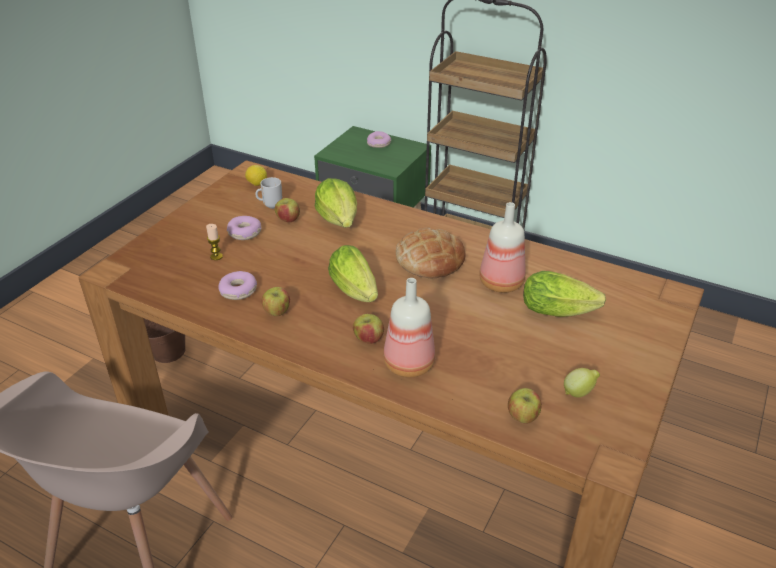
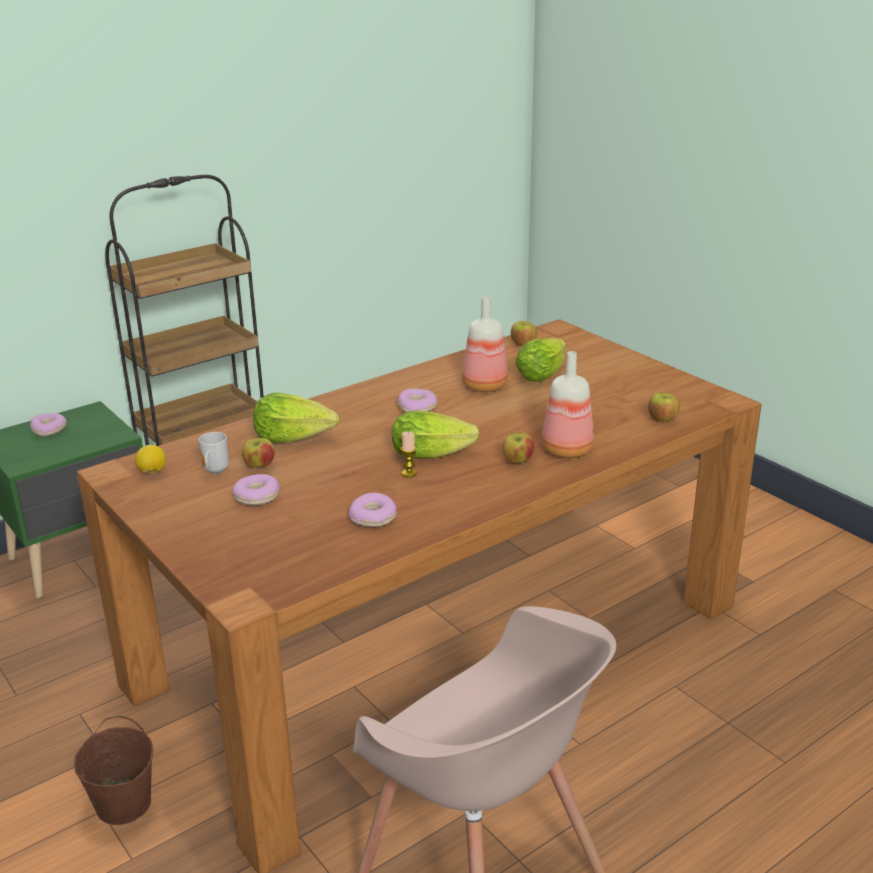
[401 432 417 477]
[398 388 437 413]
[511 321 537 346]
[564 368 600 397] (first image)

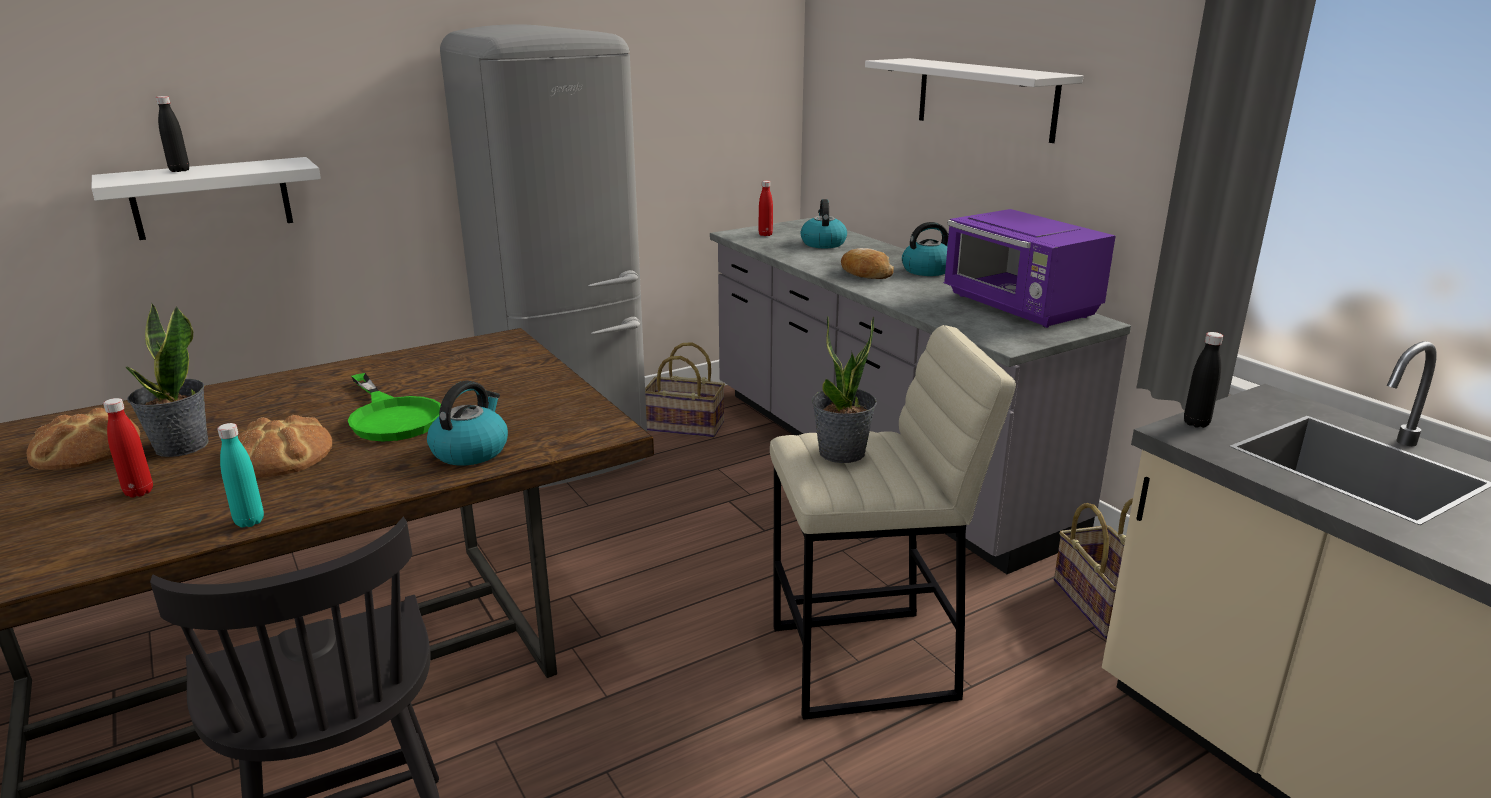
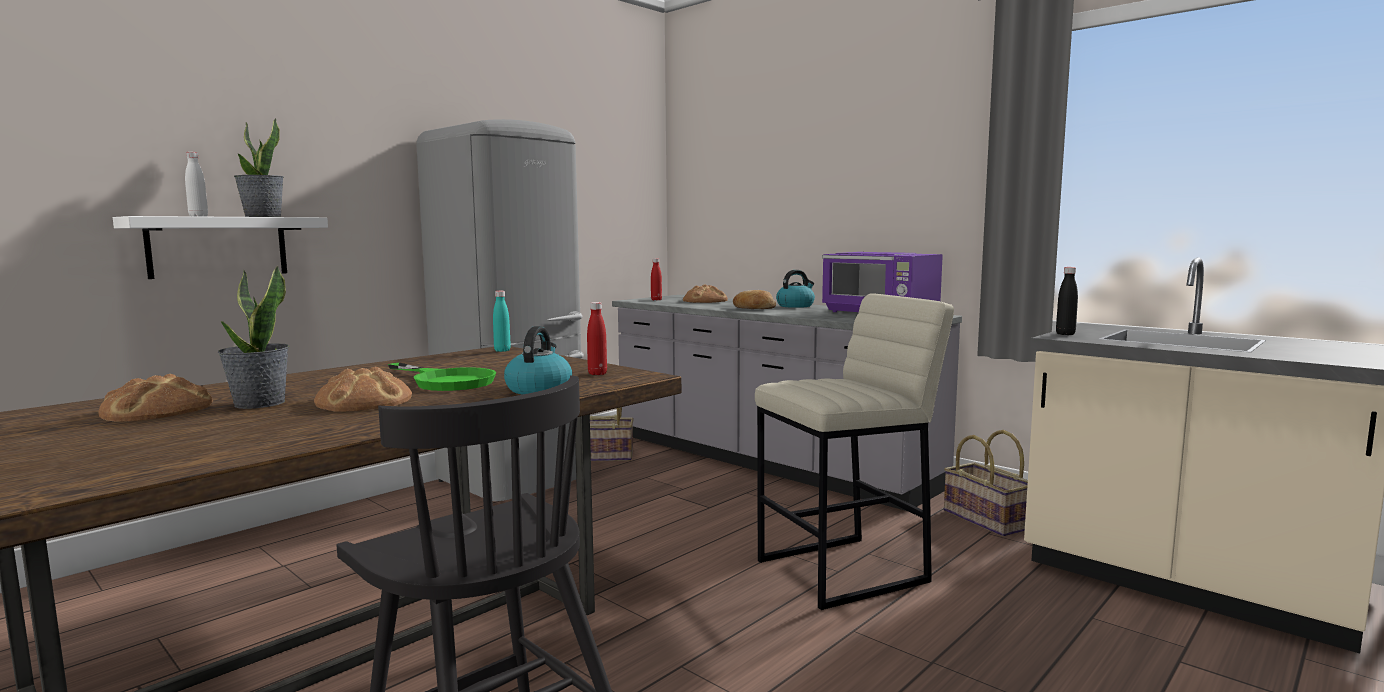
[865 58 1083 143] (first image)
[185 152 208 217]
[683 285 728 303]
[234 118 284 217]
[587 302 607 375]
[493 291 511 352]

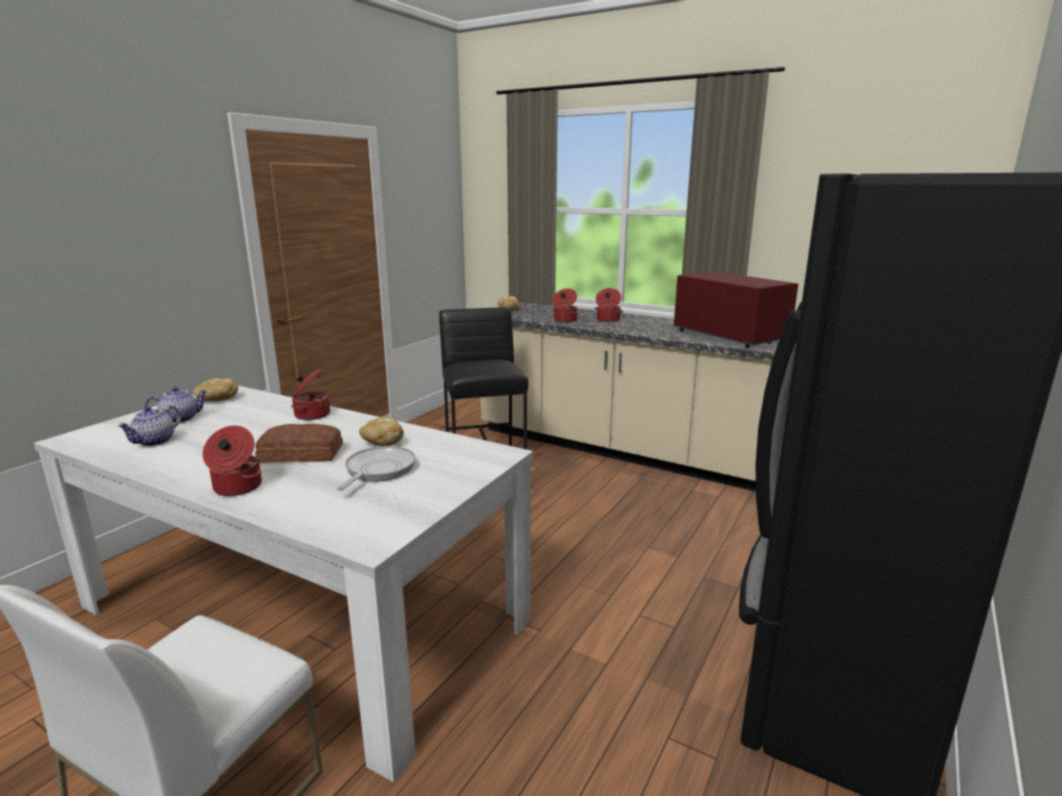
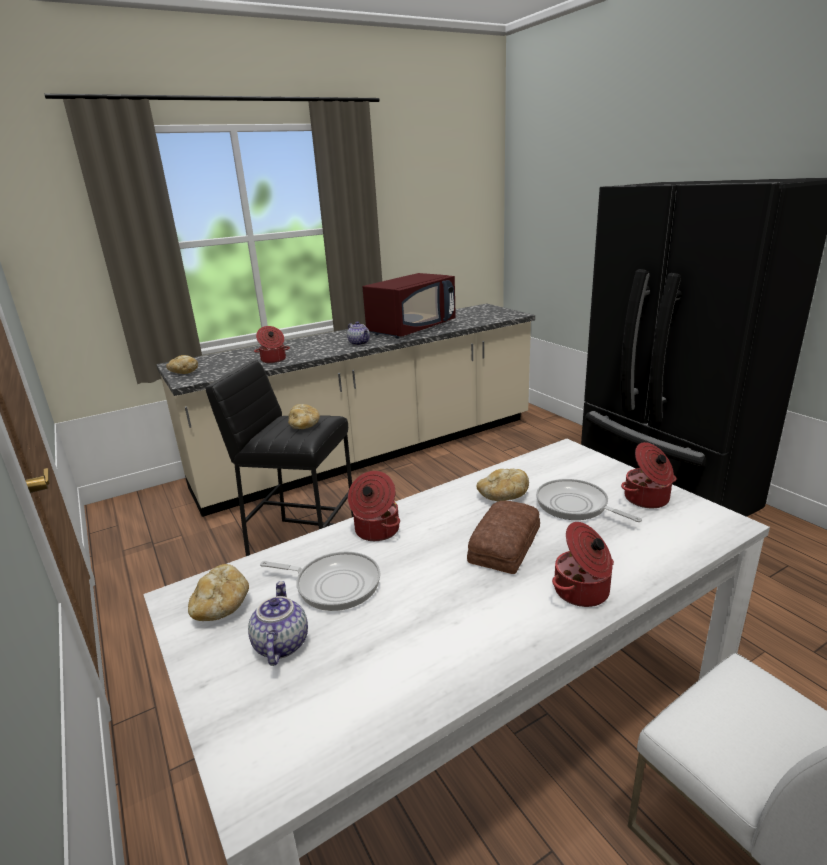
[363 273 456 339]
[621 442 677 508]
[347 322 370 346]
[288 404 320 429]
[260 551 380 611]

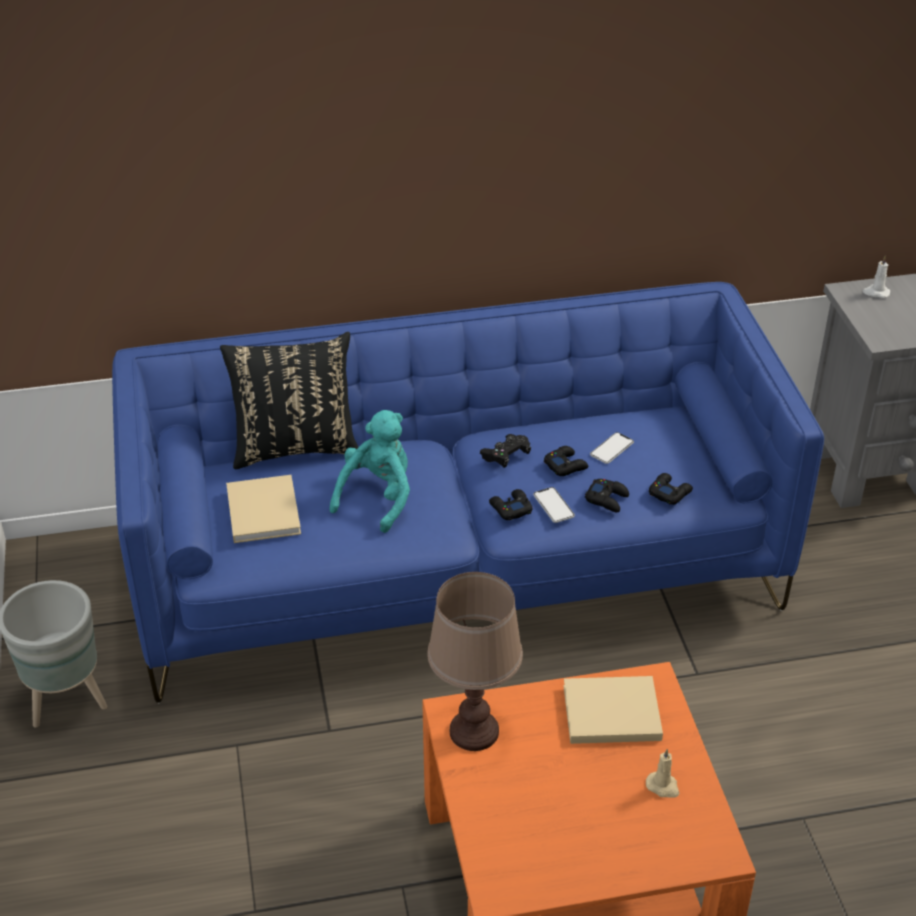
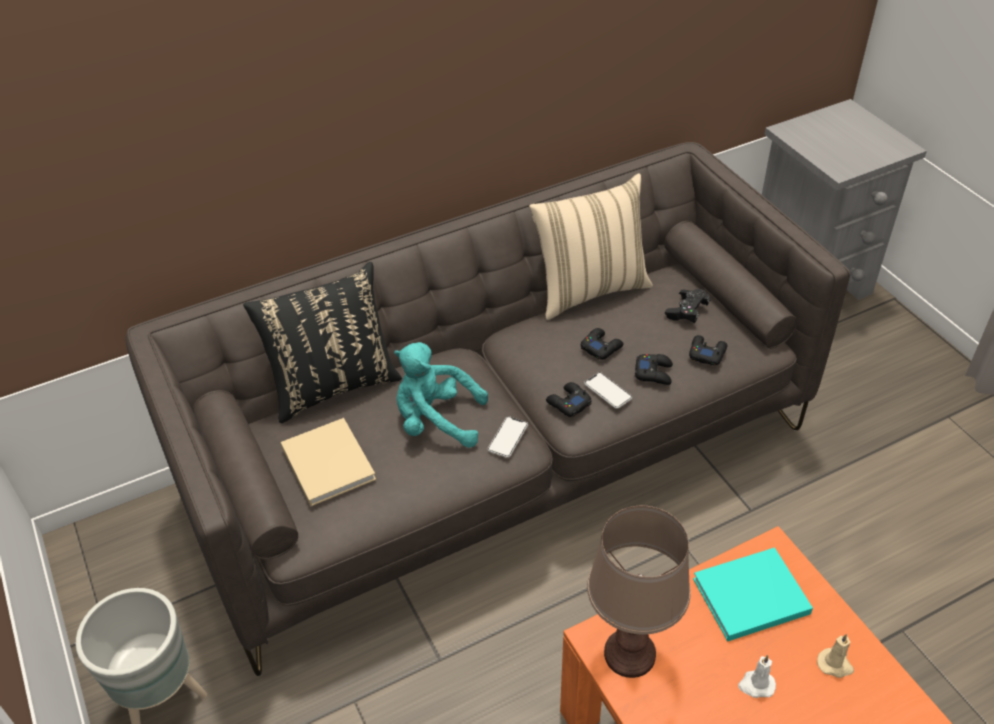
[738 655 776 698]
[125 142 850 676]
[394 342 488 448]
[487 416 528 458]
[665 289 711 323]
[693 547 813 642]
[529 174 653 320]

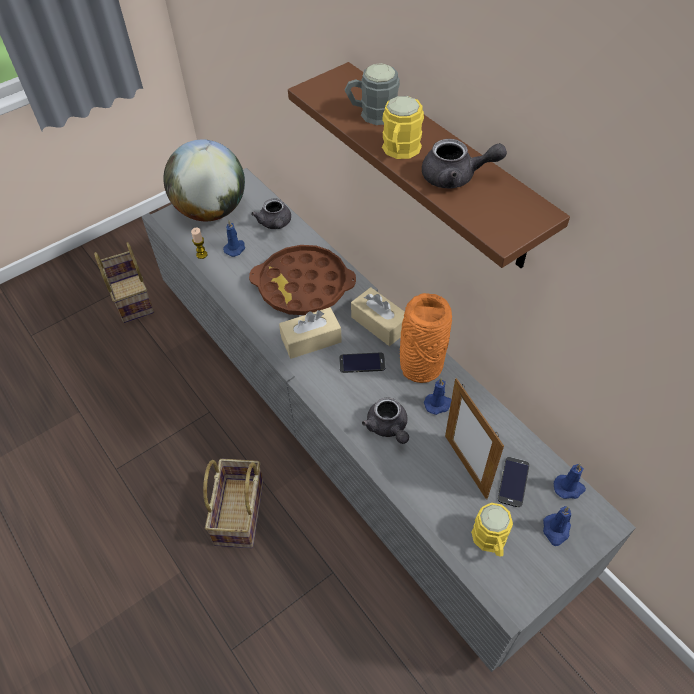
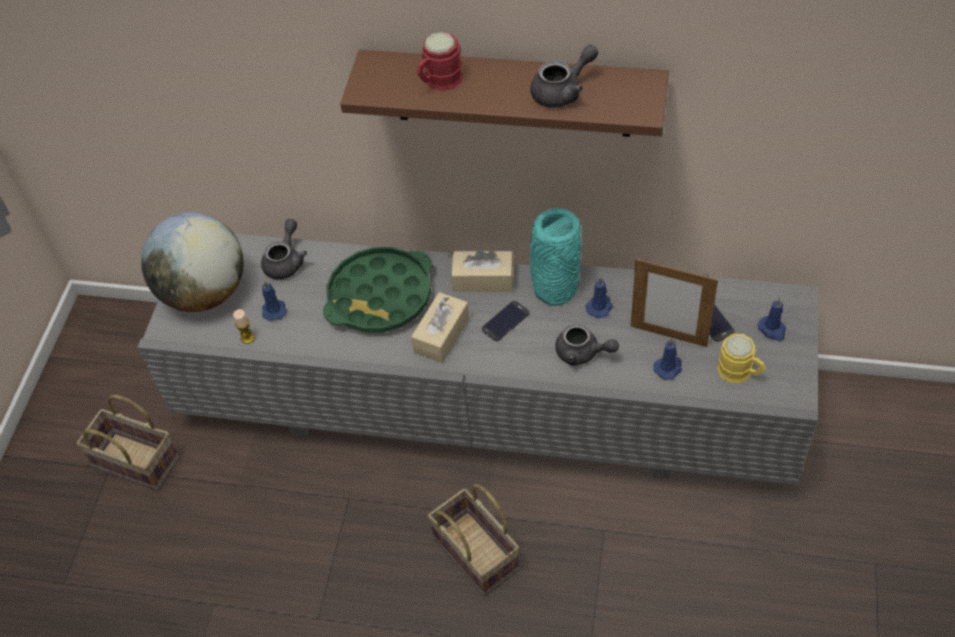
[417 32 463 91]
[382 96 424 159] (first image)
[261 219 307 279]
[323 247 433 332]
[530 208 581 306]
[653 338 682 380]

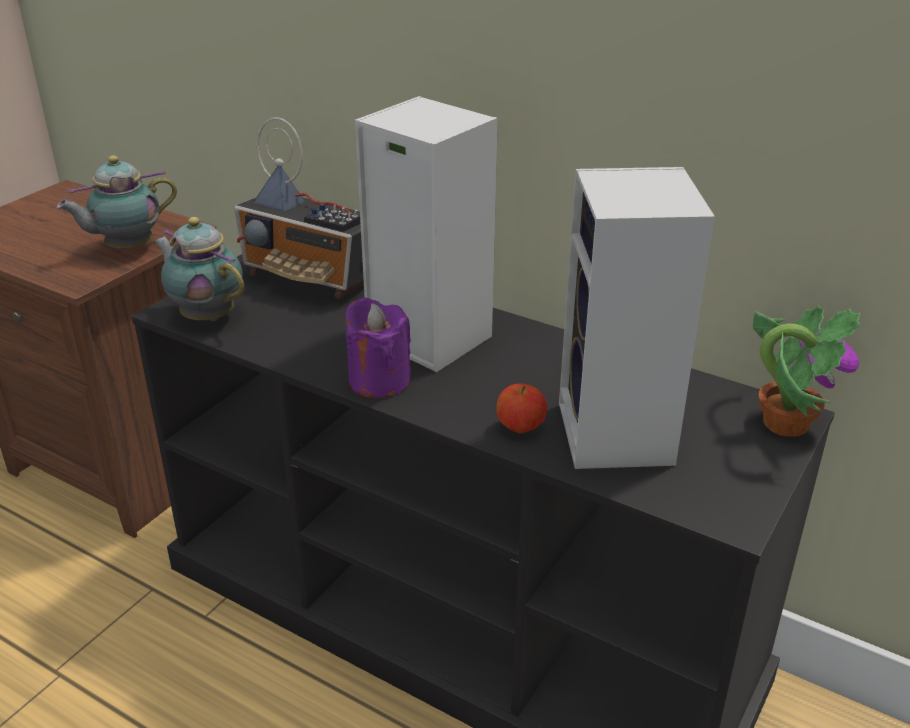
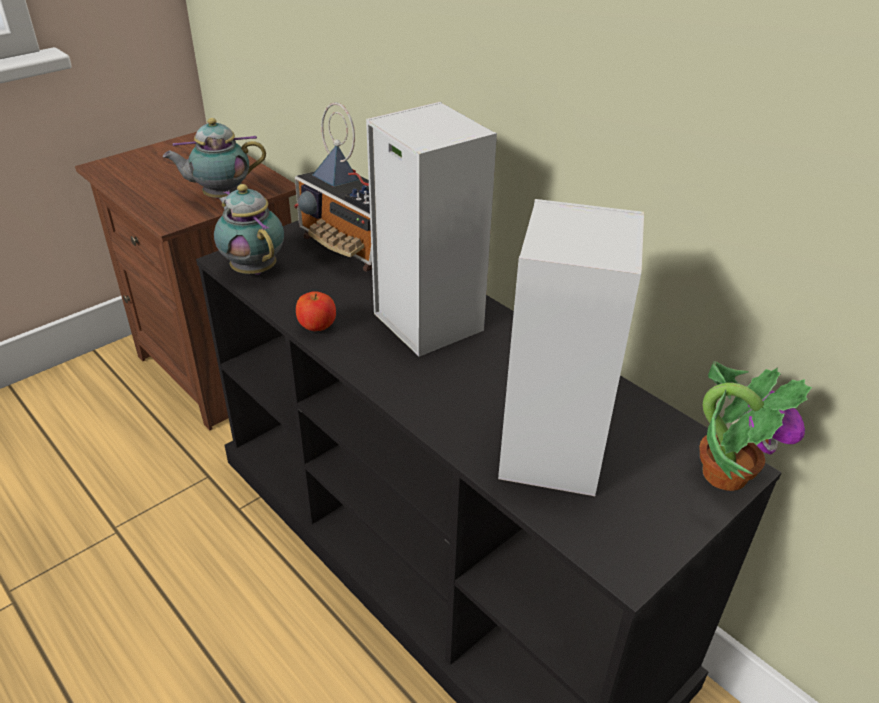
[346 297 411 398] (first image)
[296 291 336 331]

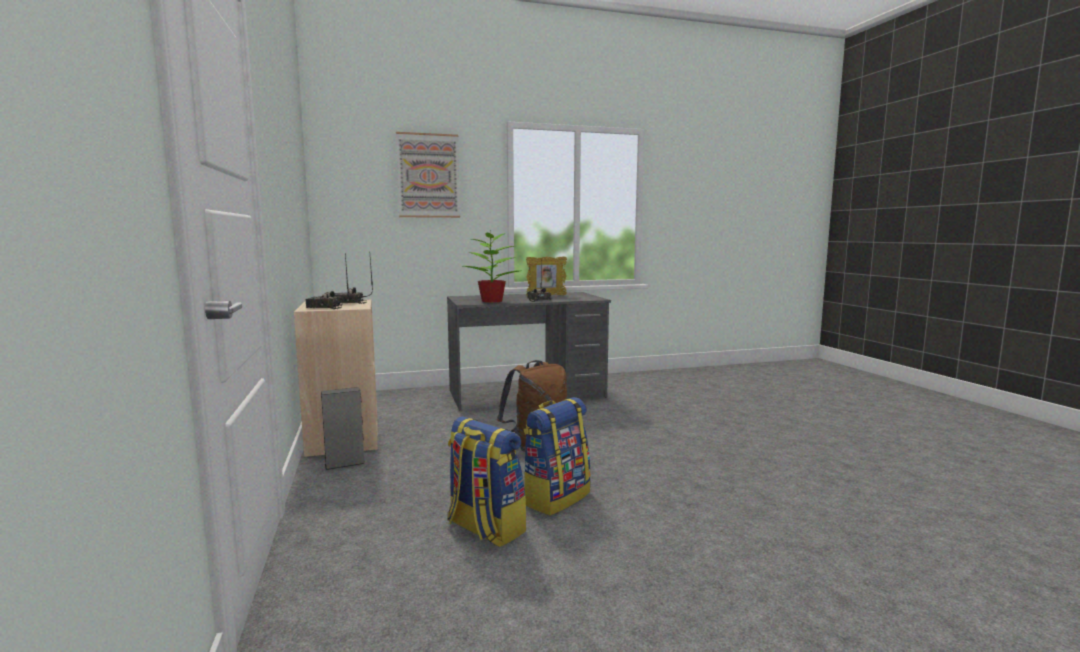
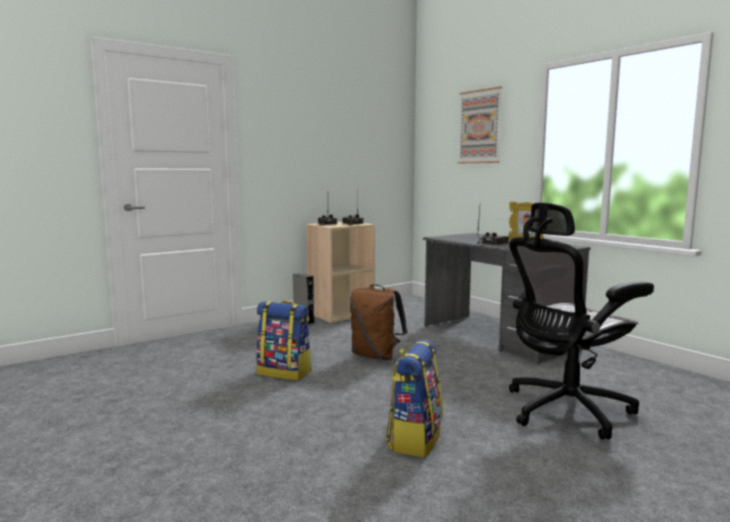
[463 231 521 303] (first image)
[386 339 443 458]
[509 202 654 440]

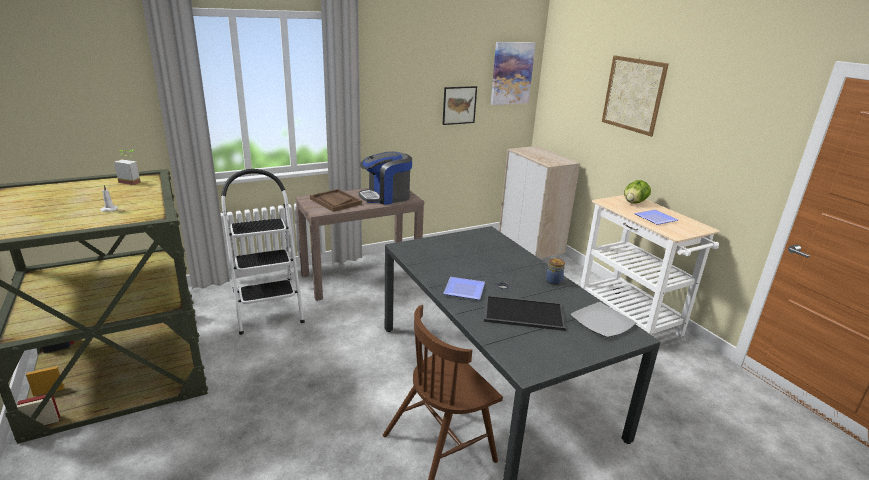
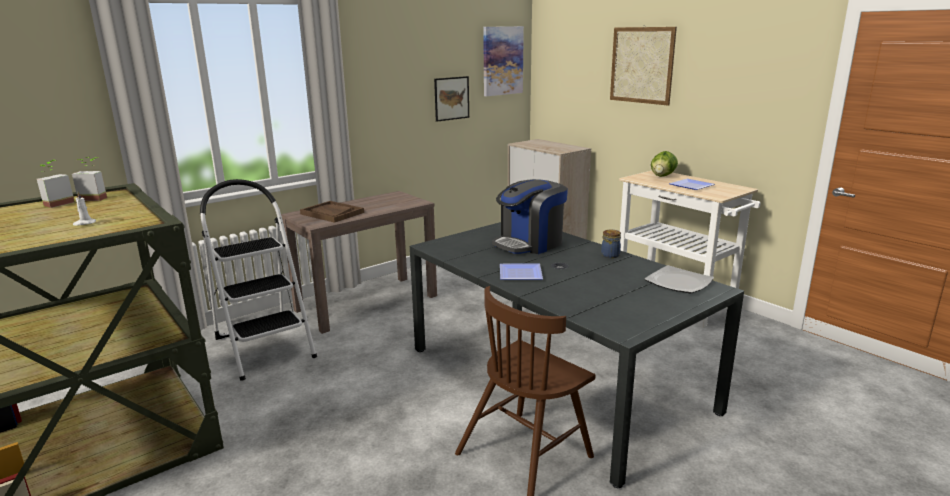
[492 179 568 254]
[484 295 566 331] (first image)
[37 160 75 208]

